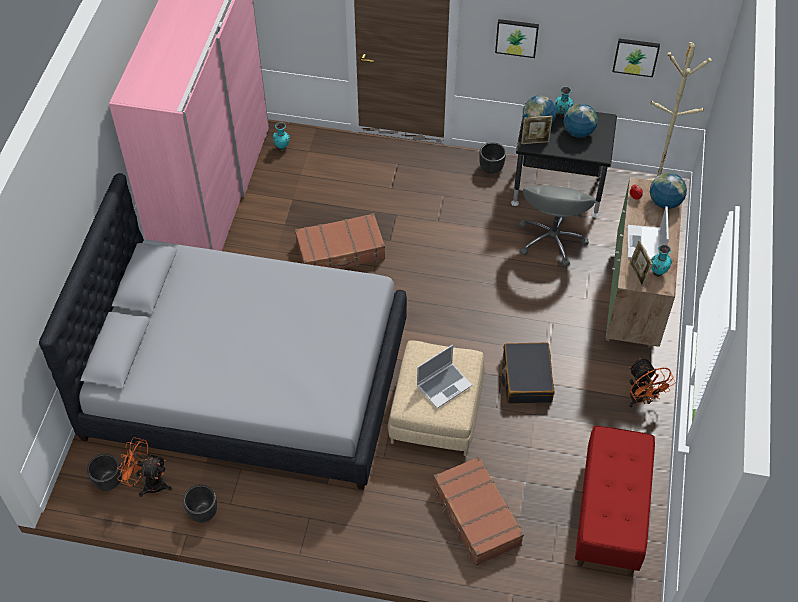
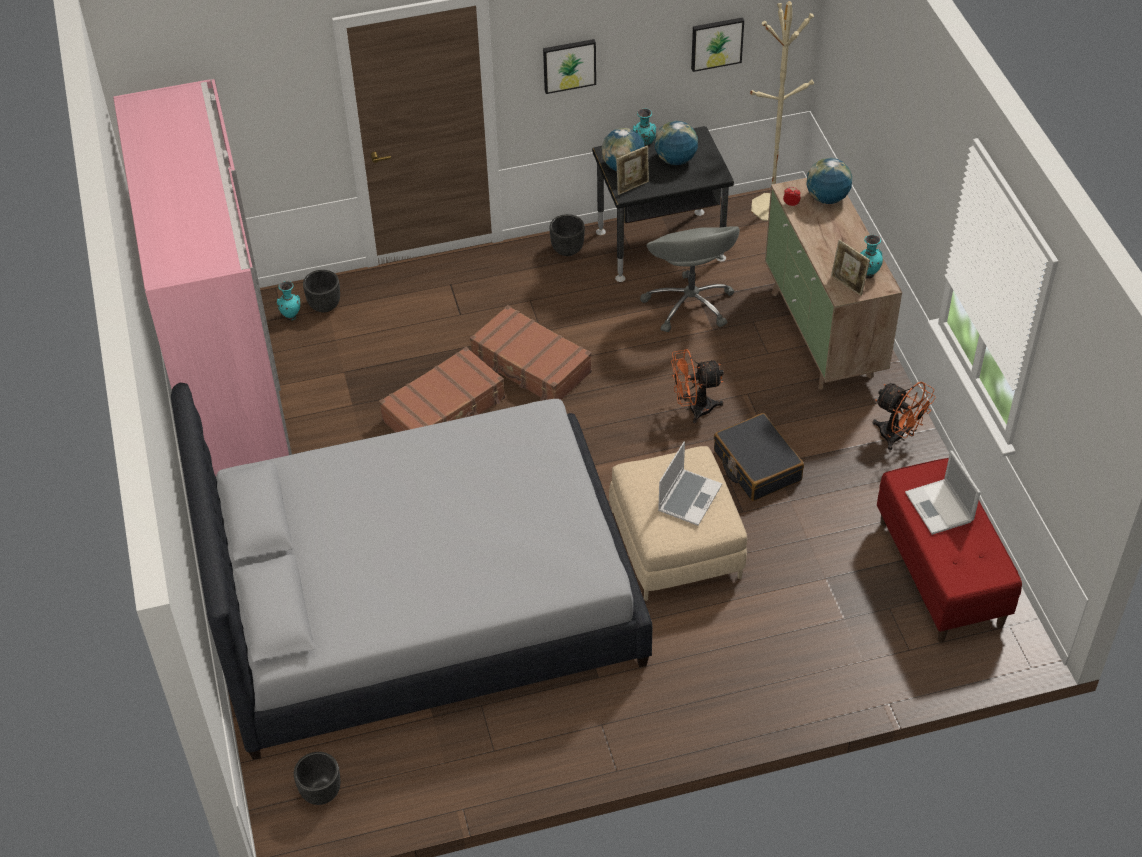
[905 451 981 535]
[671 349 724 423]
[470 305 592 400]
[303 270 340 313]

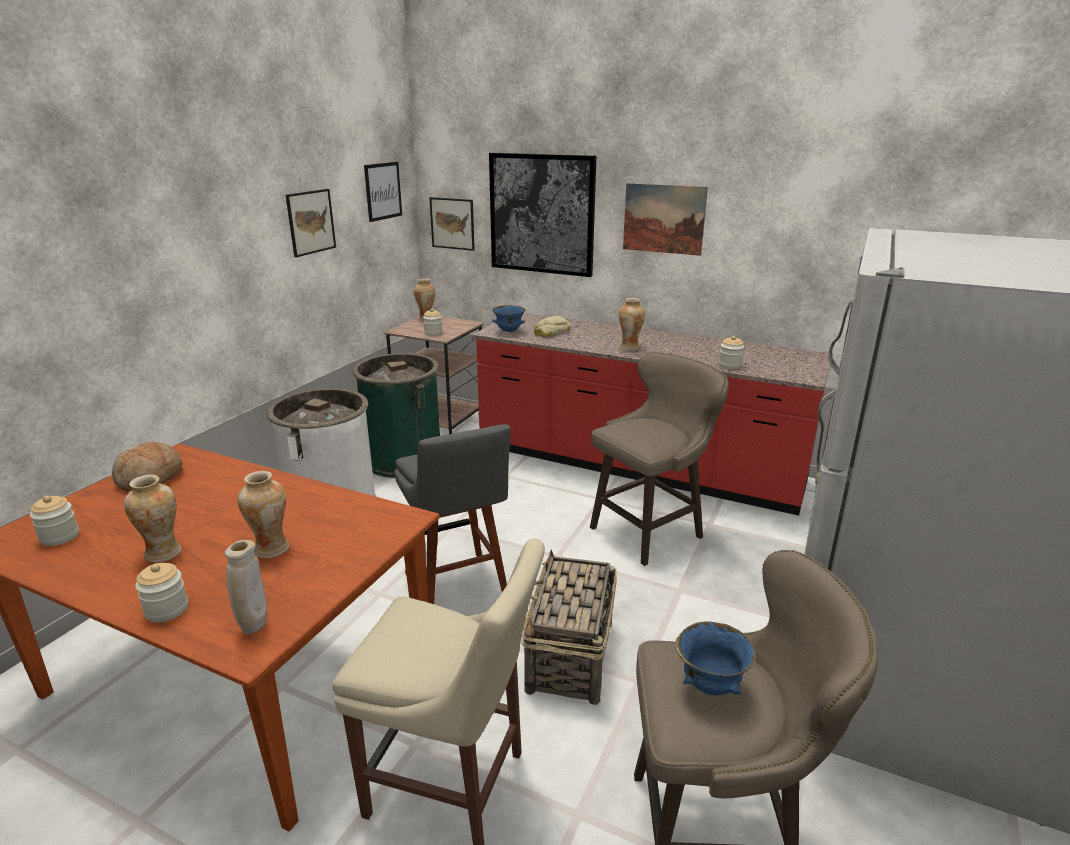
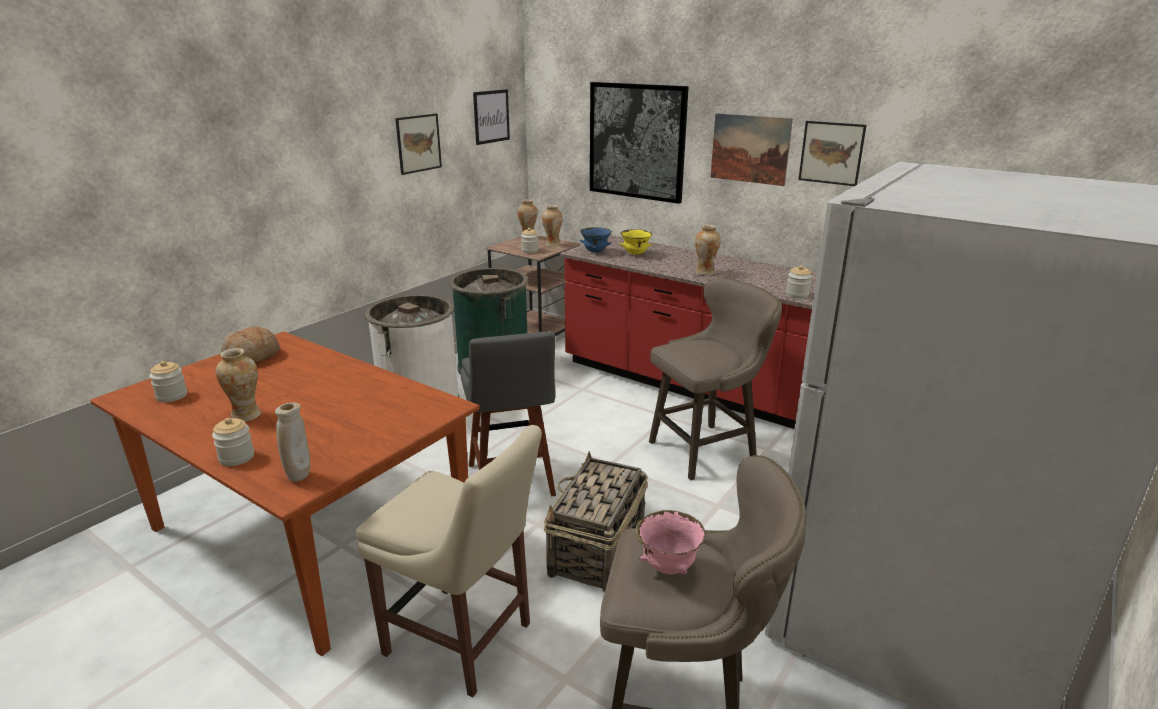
[798 121 867 186]
[620 229 652 255]
[542 205 563 247]
[635 510 706 575]

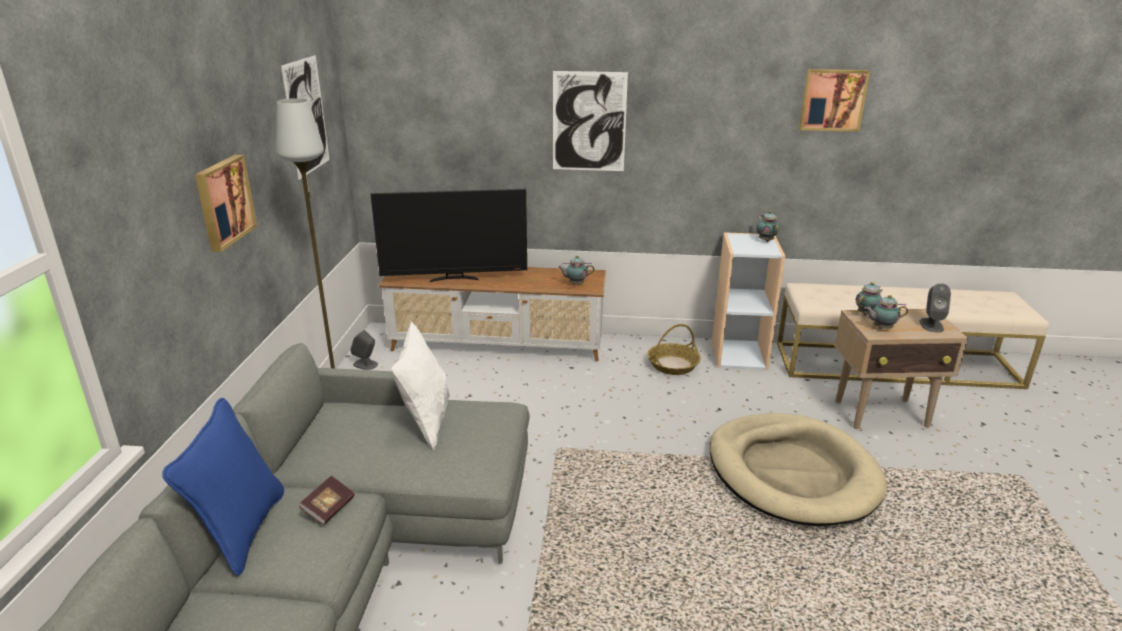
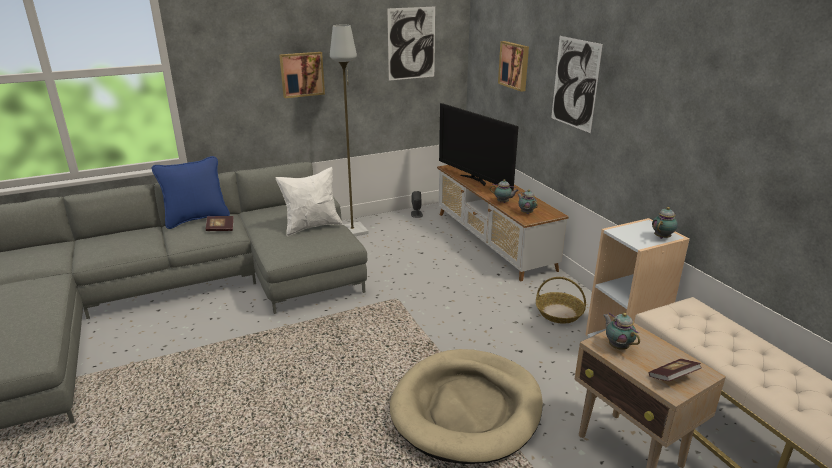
[498 41 529 92]
[490 179 519 203]
[649 359 702 381]

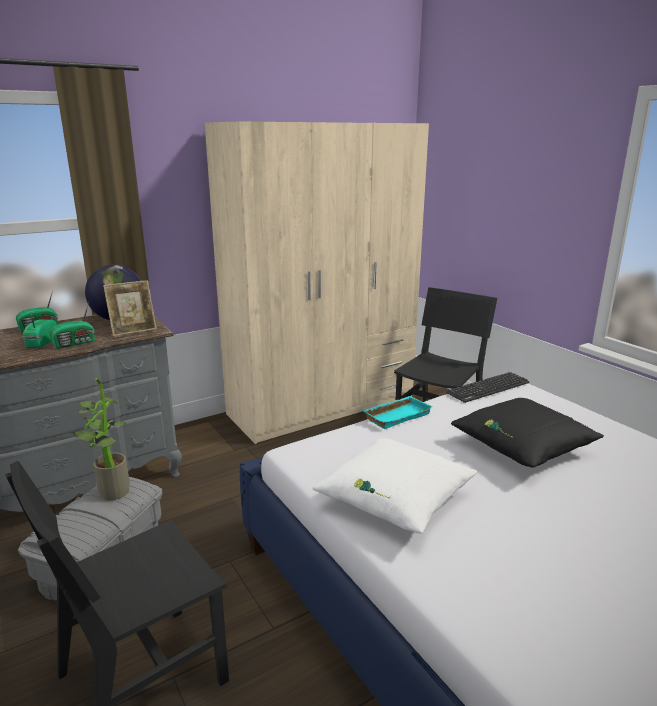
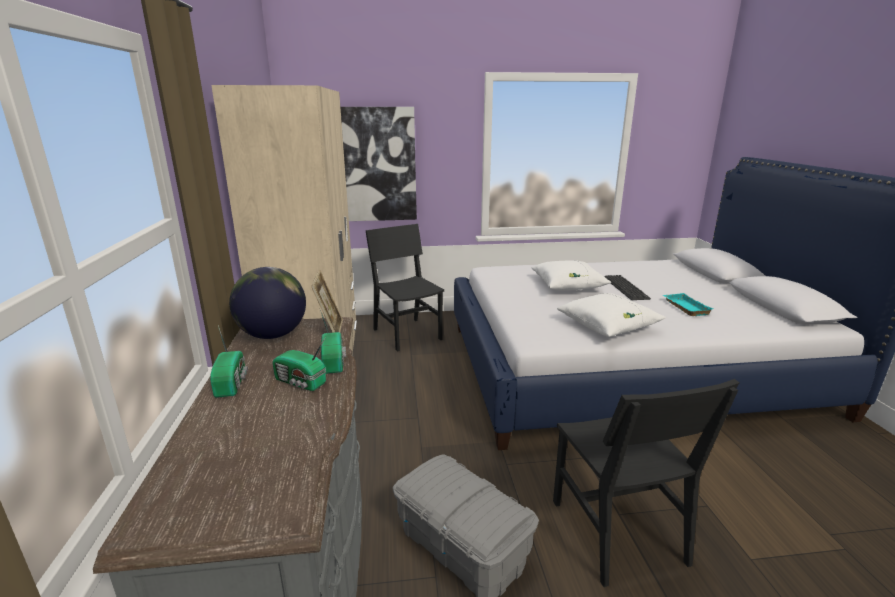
[604 275 651 300]
[72 378 130 501] (first image)
[663 293 714 316]
[532 260 611 291]
[340 107 417 221]

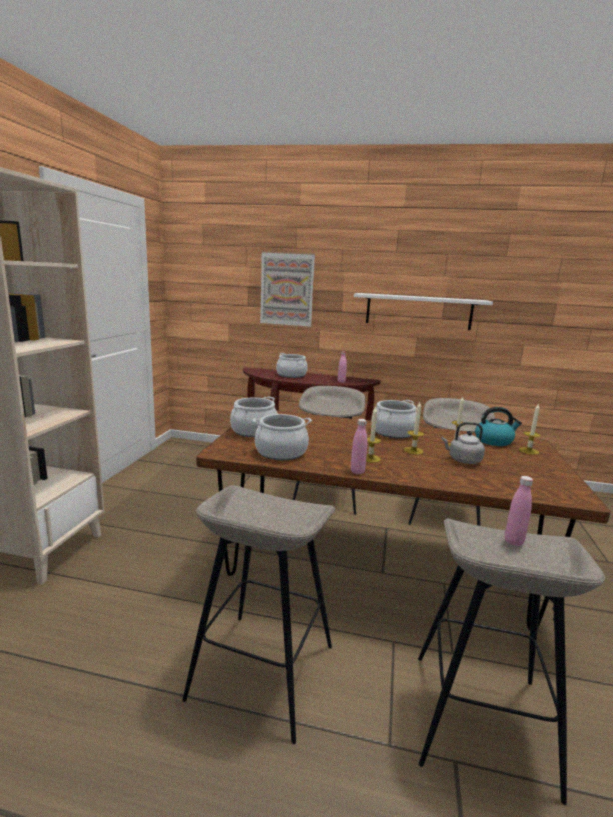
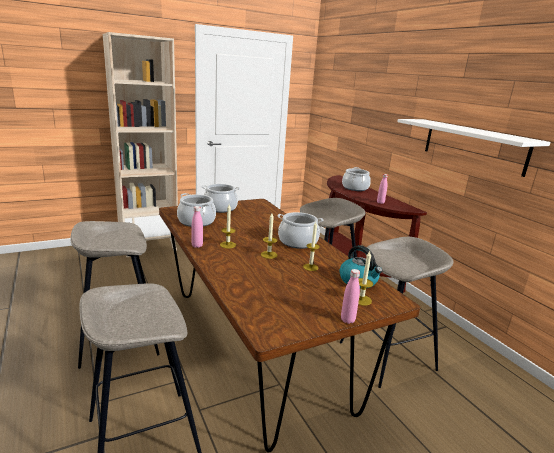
[260 251 315 328] (first image)
[441 422 485 464] (first image)
[341 269 360 324]

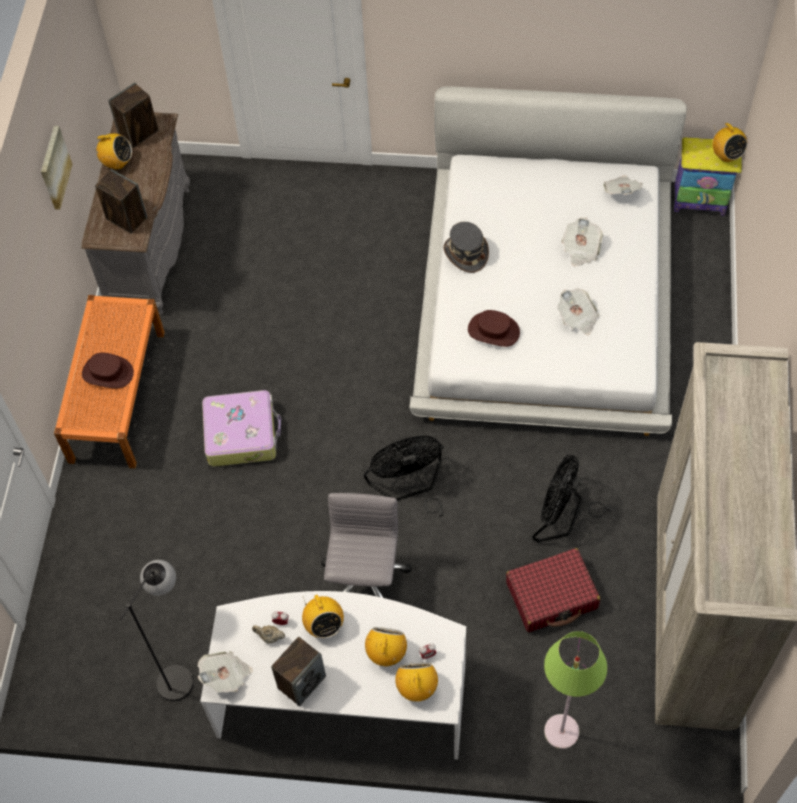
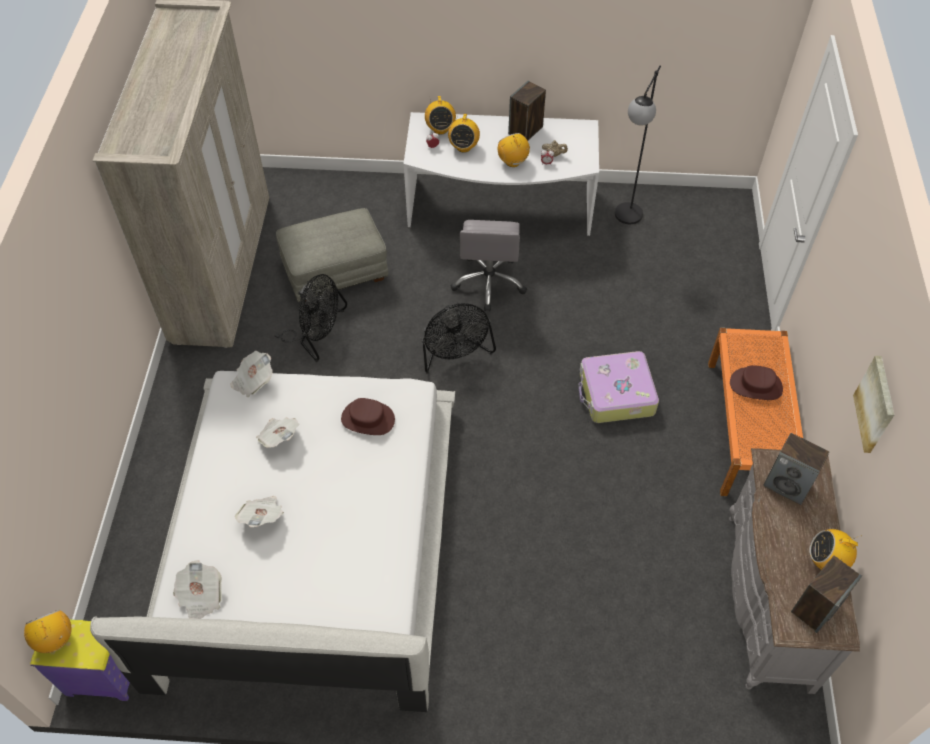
[444 222 489 273] (first image)
[276 208 388 302]
[544 631 607 749] (first image)
[230 351 273 397]

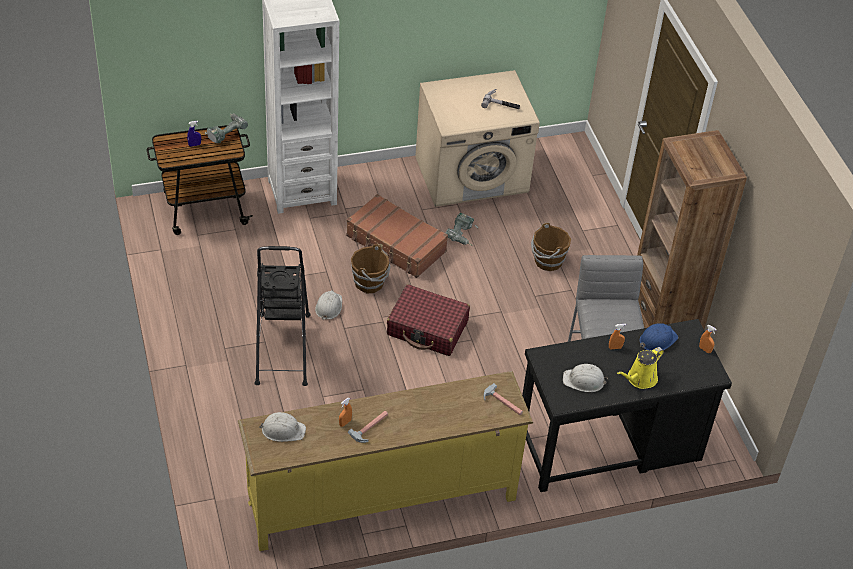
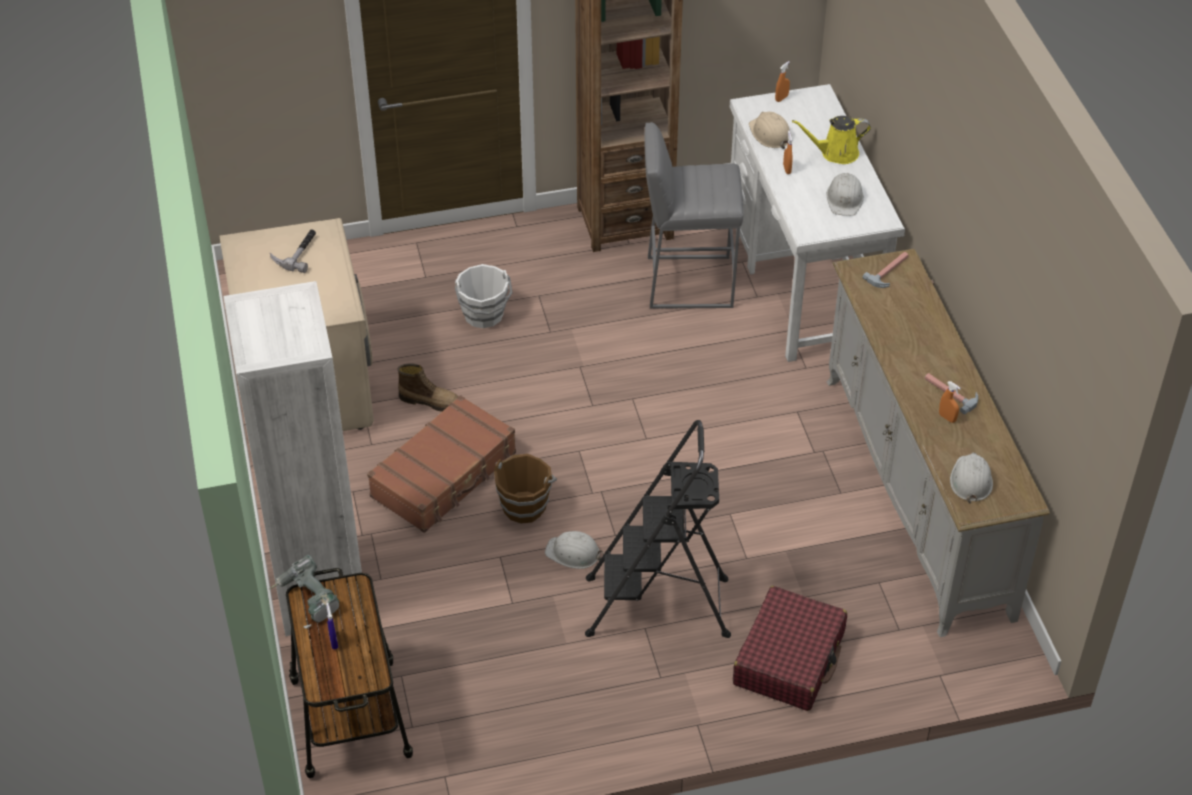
[398 364 458 412]
[455 264 512 328]
[733 586 847 711]
[730 84 905 362]
[749 112 792 149]
[792 116 871 164]
[827 249 1050 637]

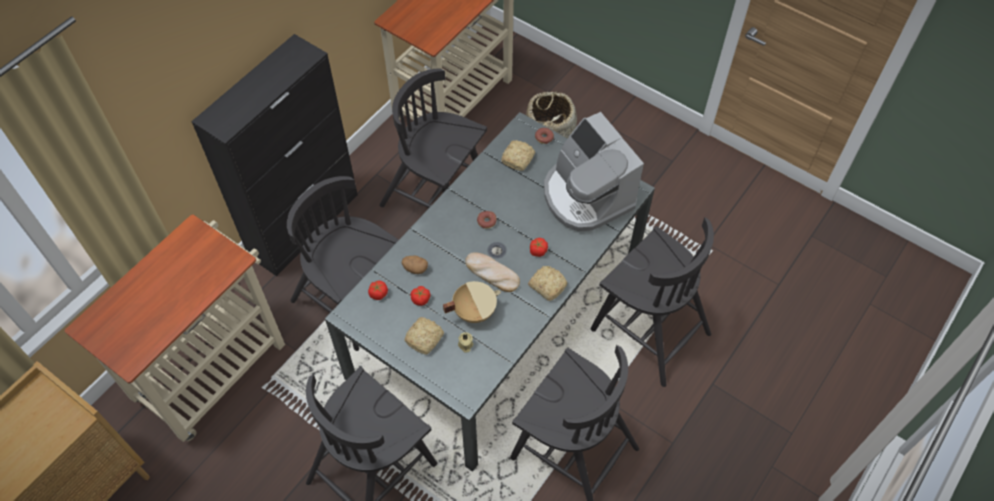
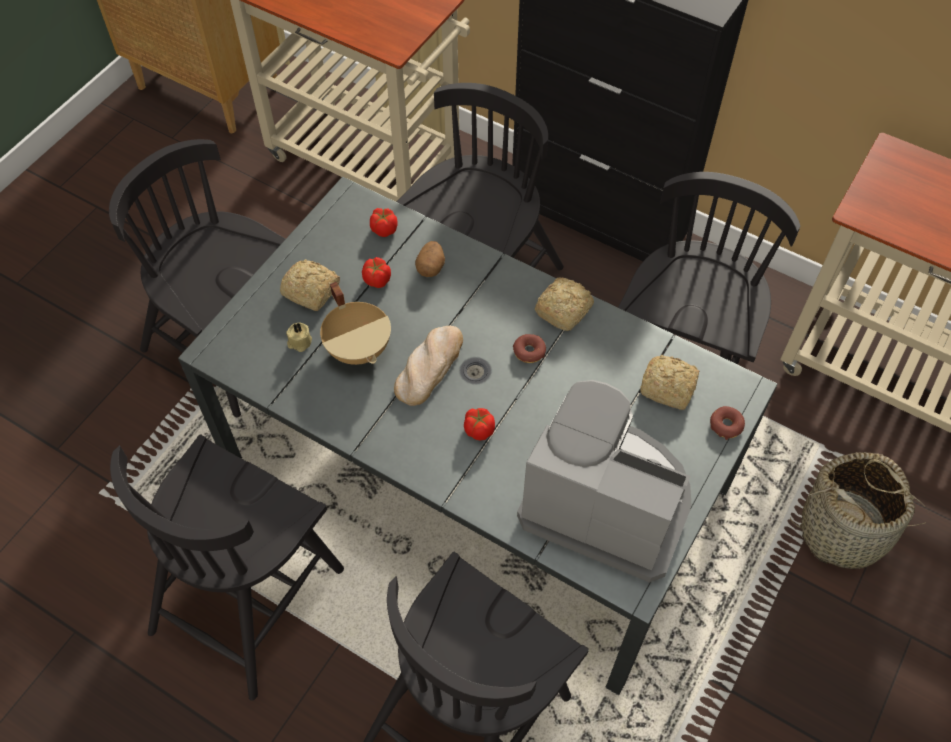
[517 380 692 583]
[534 277 594 331]

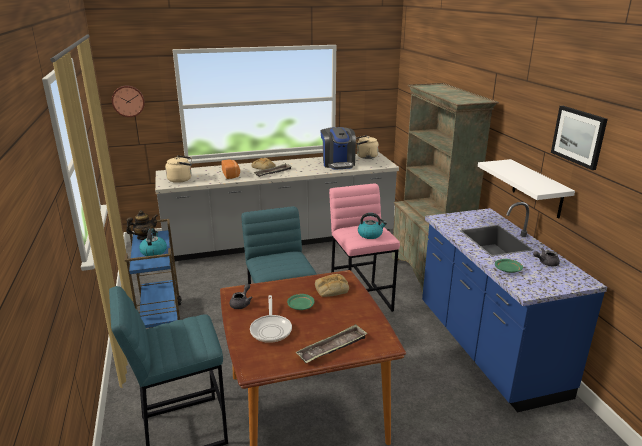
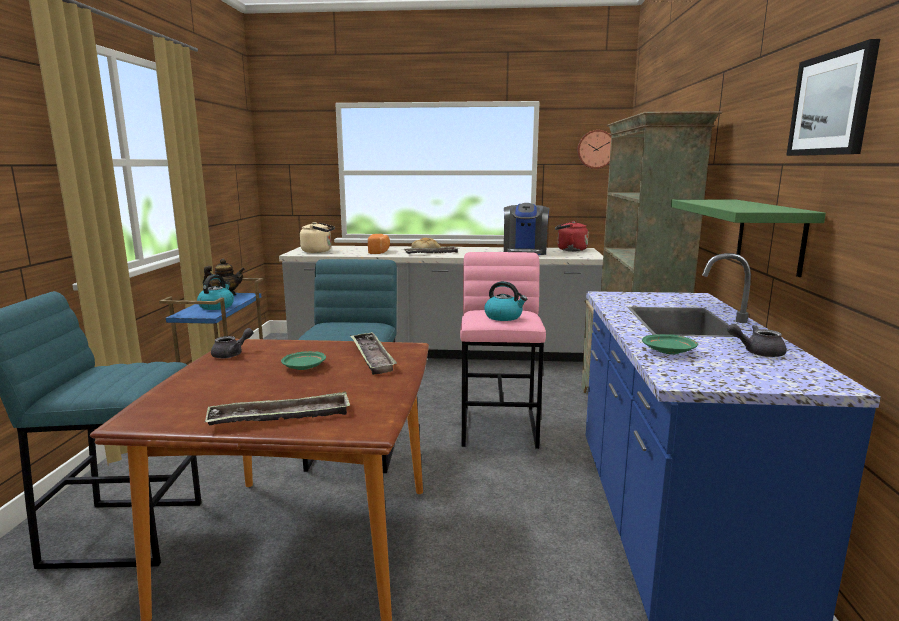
[577 130 611 169]
[555 221 589 251]
[671 199 826 277]
[350 332 397 375]
[250 295 292 343] (first image)

